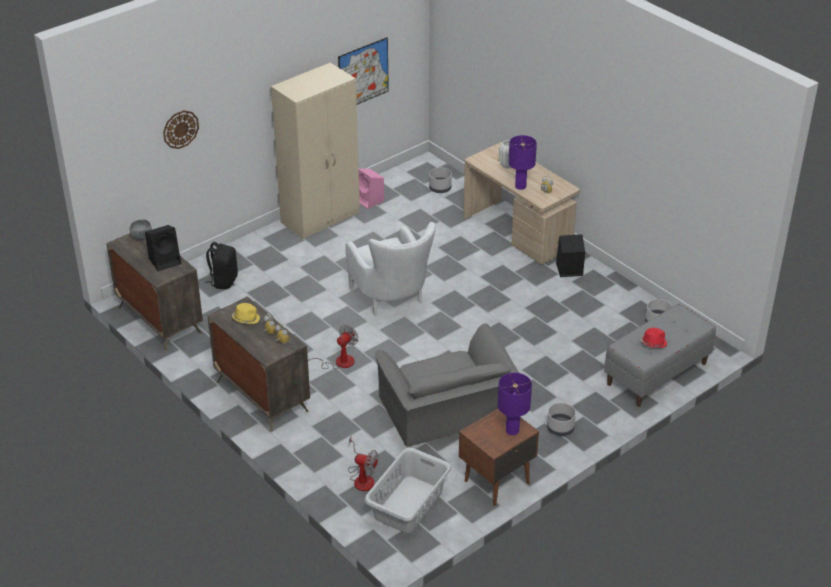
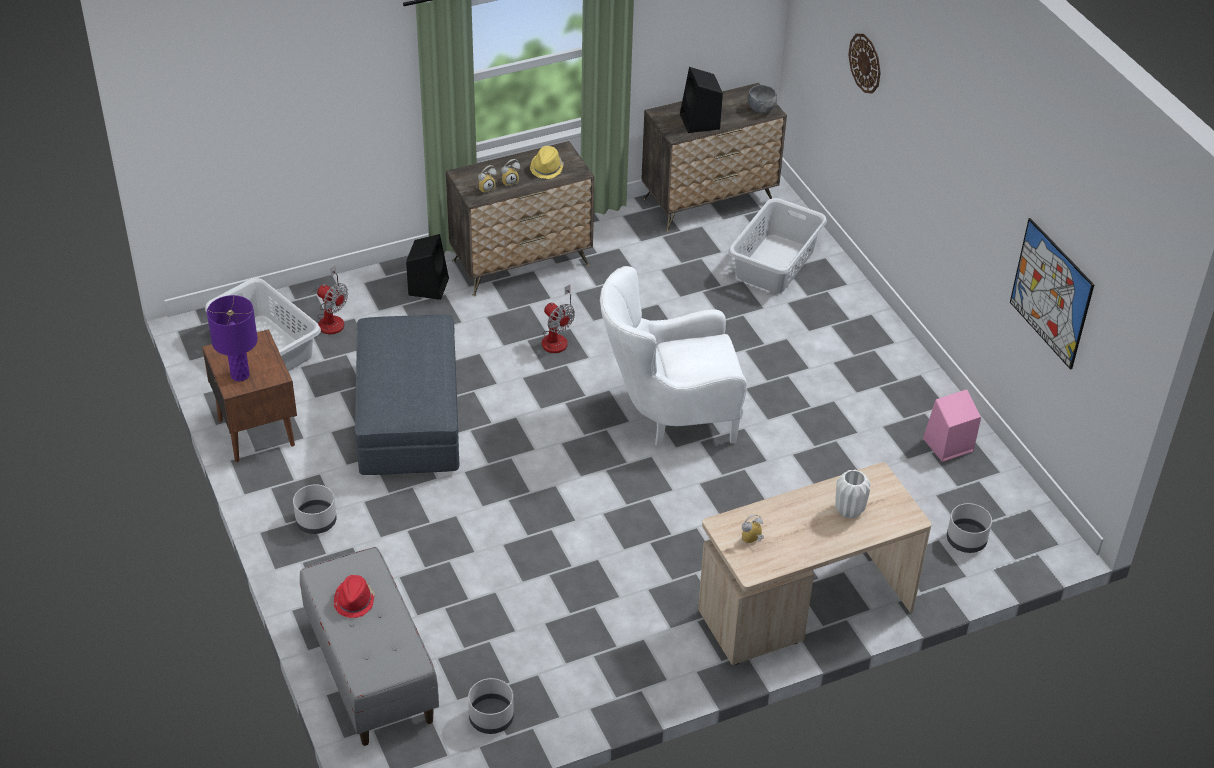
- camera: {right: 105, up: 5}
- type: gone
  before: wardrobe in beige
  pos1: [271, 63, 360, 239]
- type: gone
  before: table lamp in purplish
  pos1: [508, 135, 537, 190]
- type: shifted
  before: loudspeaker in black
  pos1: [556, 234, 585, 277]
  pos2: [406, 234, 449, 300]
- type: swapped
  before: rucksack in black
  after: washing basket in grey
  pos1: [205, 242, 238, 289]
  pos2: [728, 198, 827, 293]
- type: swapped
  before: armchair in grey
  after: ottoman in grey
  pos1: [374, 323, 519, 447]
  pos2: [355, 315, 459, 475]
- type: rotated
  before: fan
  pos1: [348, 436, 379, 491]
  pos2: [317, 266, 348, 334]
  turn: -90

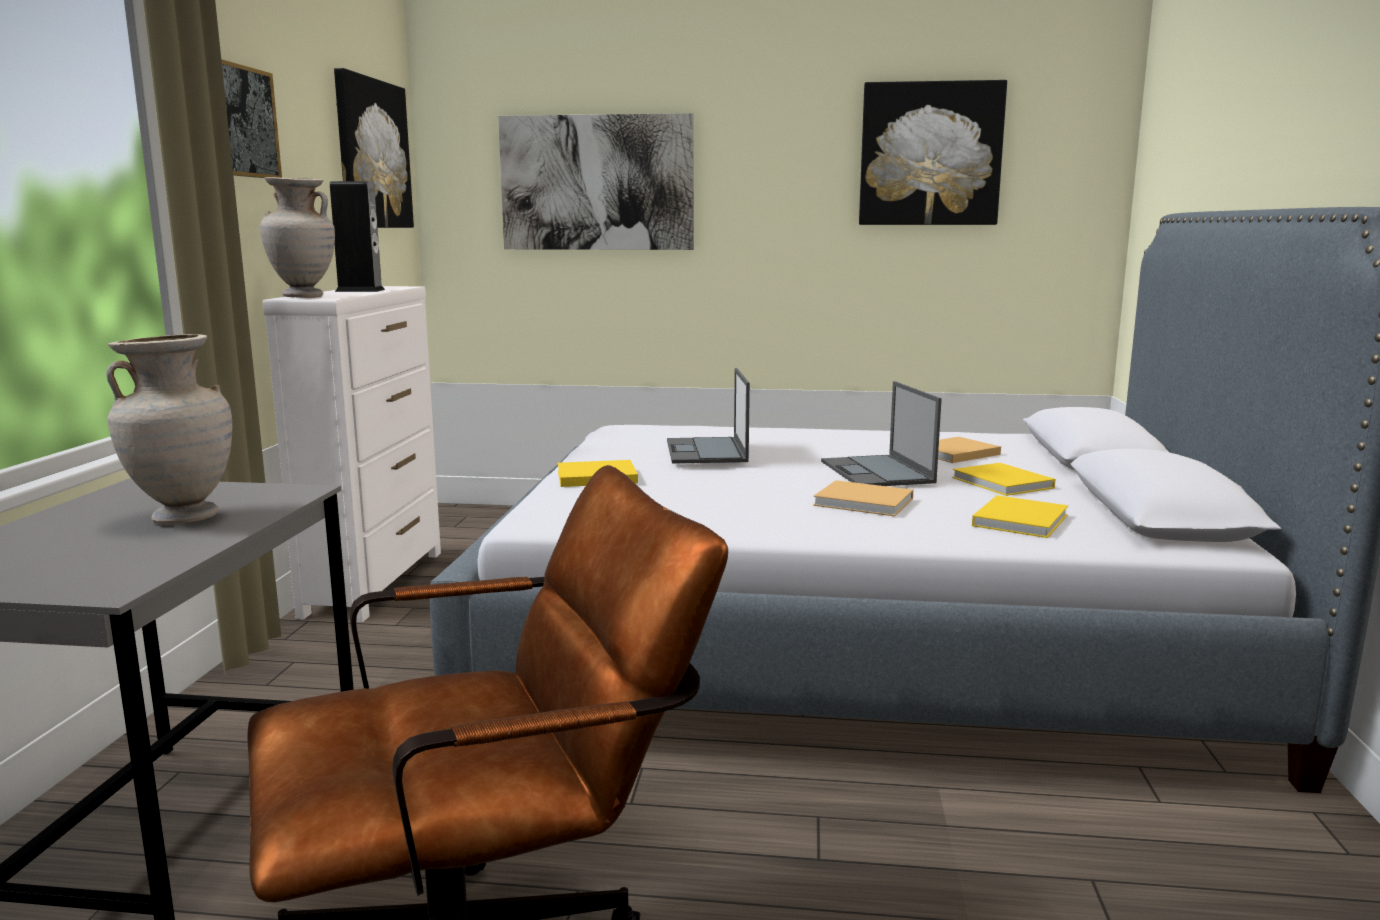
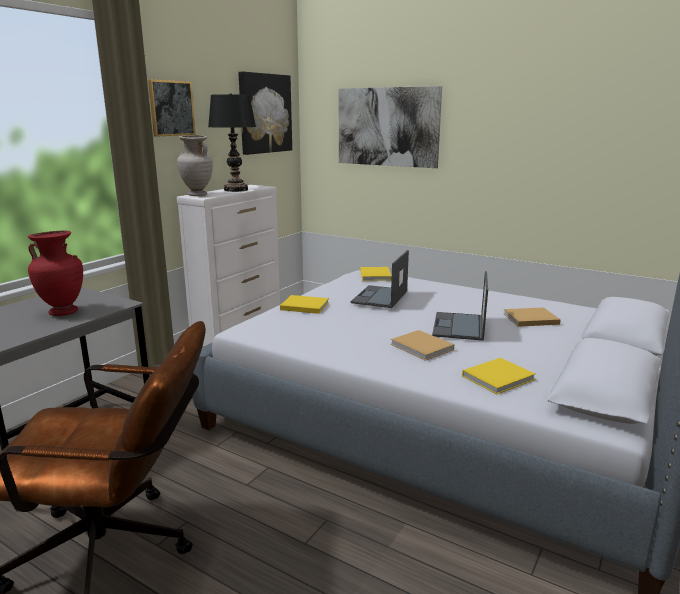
- camera: {right: 25, up: 5}
- type: gone
  before: picture
  pos1: [859, 80, 1007, 225]
- type: swapped
  before: loudspeaker
  after: table lamp in black
  pos1: [330, 181, 385, 292]
  pos2: [208, 93, 256, 192]
- type: repainted
  before: vase in beige
  after: vase in red-coloured
  pos1: [106, 334, 232, 524]
  pos2: [28, 231, 83, 316]
- type: shifted
  before: volume in yellowish
  pos1: [952, 463, 1055, 496]
  pos2: [360, 267, 392, 281]

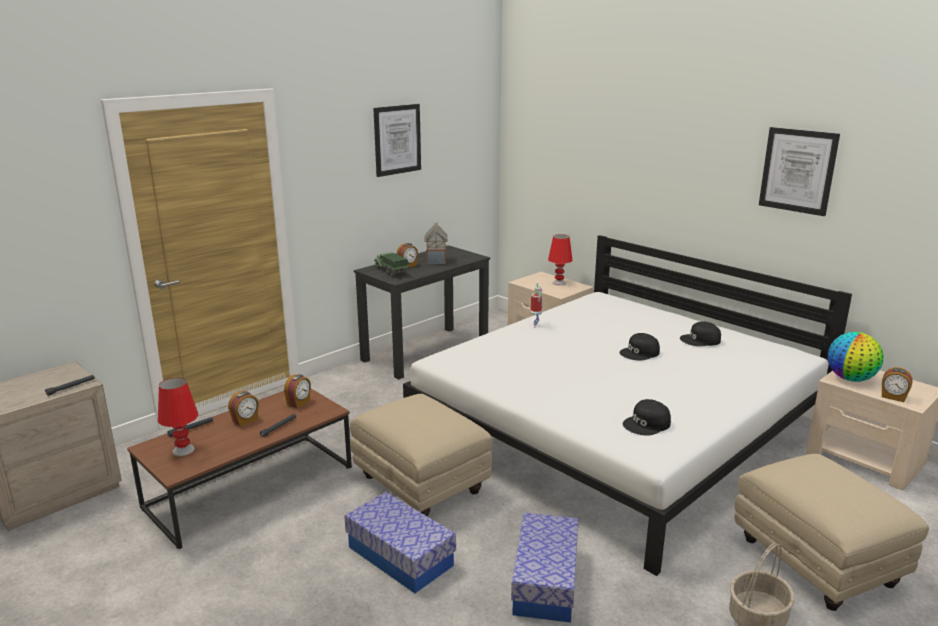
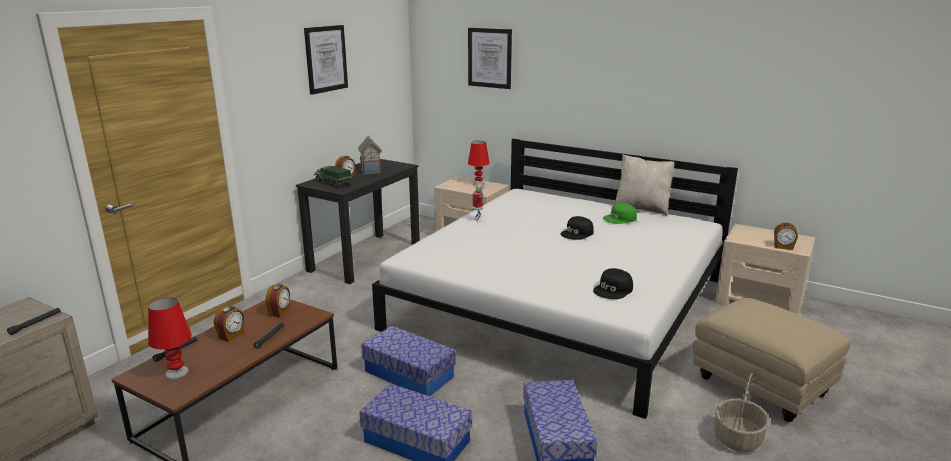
- camera: {right: -15, up: 0}
- type: shifted
  before: picture
  pos1: [759, 127, 840, 216]
  pos2: [468, 28, 512, 89]
- type: repainted
  before: peaked cap in black
  after: peaked cap in green
  pos1: [680, 321, 721, 346]
  pos2: [603, 203, 637, 224]
- type: gone
  before: globe
  pos1: [828, 332, 883, 382]
- type: swapped
  before: ottoman in beige
  after: storage container
  pos1: [350, 394, 493, 517]
  pos2: [361, 326, 456, 396]
- type: new
  after: cushion in beige
  pos2: [614, 154, 676, 216]

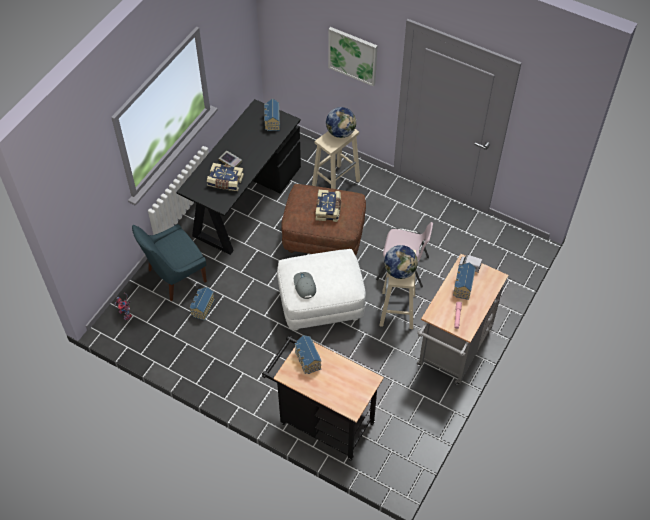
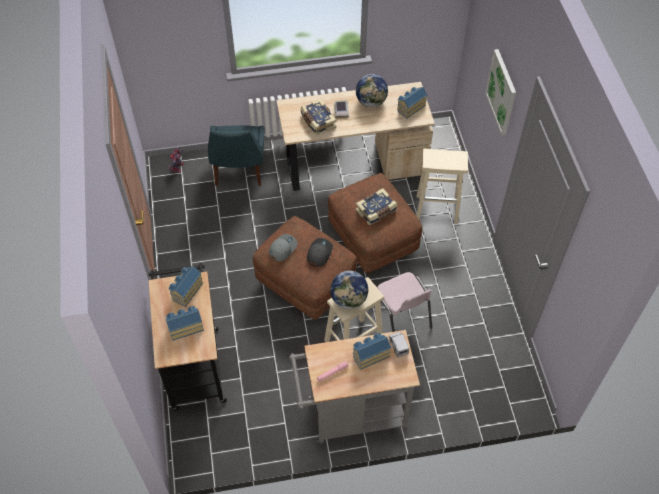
- camera: {right: 50, up: 0}
- type: repainted
  before: desk in black
  after: desk in beige
  pos1: [176, 99, 301, 255]
  pos2: [276, 82, 435, 191]
- type: shifted
  before: globe
  pos1: [326, 107, 357, 138]
  pos2: [356, 74, 388, 107]
- type: rotated
  before: chair in blue
  pos1: [132, 224, 207, 301]
  pos2: [208, 125, 265, 186]
  turn: -105
- type: repainted
  before: ottoman in whitish
  after: ottoman in brown
  pos1: [277, 249, 366, 331]
  pos2: [253, 216, 357, 320]
- type: shifted
  before: toy house
  pos1: [190, 287, 215, 321]
  pos2: [165, 306, 204, 341]
- type: new
  after: peaked cap in grey
  pos2: [307, 238, 333, 267]

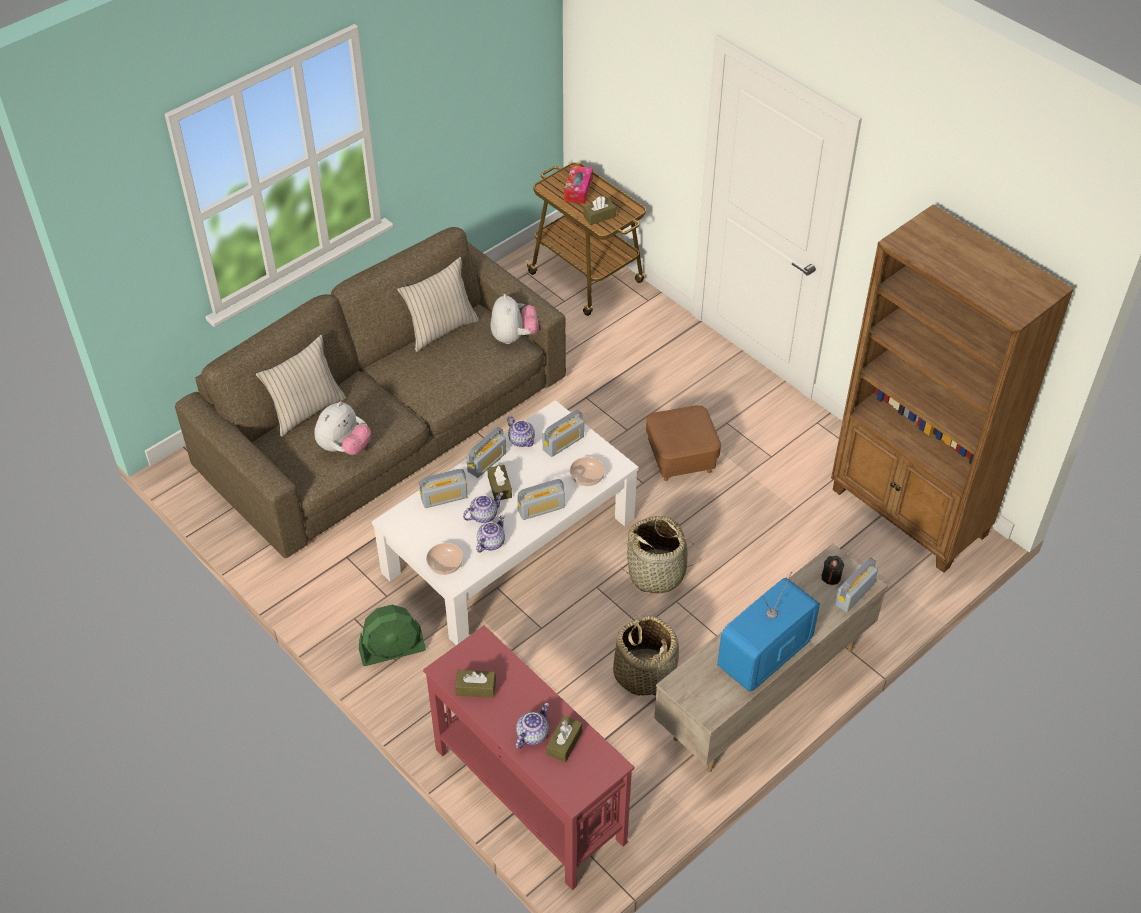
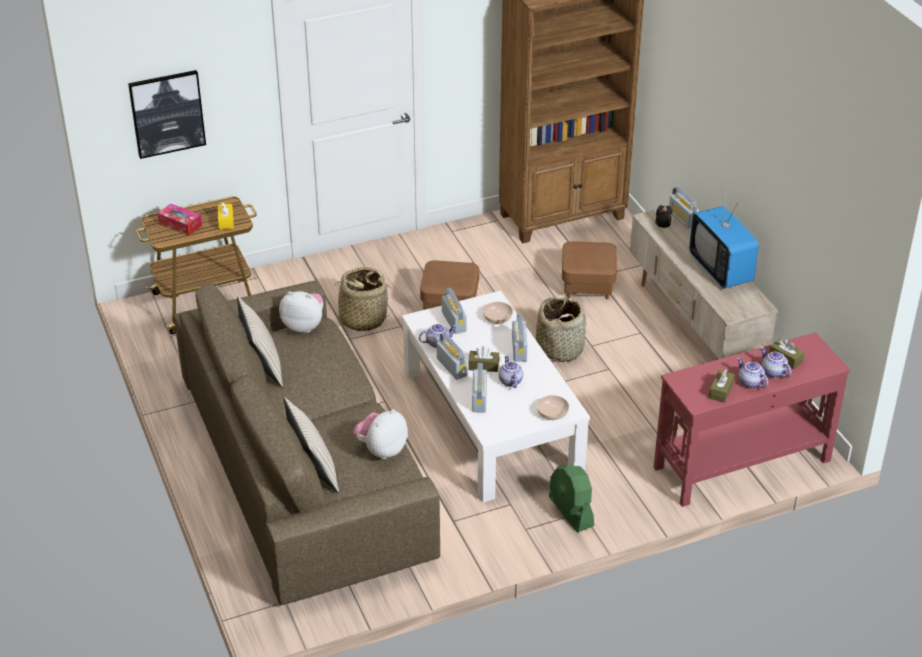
- camera: {right: -70, up: -10}
- type: repainted
  before: box of tissues in brown
  after: box of tissues in yellowish
  pos1: [584, 196, 616, 225]
  pos2: [218, 202, 234, 230]
- type: rotated
  before: soft toy
  pos1: [314, 401, 371, 455]
  pos2: [353, 409, 408, 459]
  turn: -105
- type: shifted
  before: tea pot
  pos1: [476, 515, 505, 553]
  pos2: [737, 357, 768, 388]
- type: rotated
  before: fan in green
  pos1: [359, 605, 426, 666]
  pos2: [549, 465, 594, 532]
  turn: 150
- type: shifted
  before: storage basket
  pos1: [613, 615, 679, 696]
  pos2: [327, 267, 394, 331]
- type: new
  after: picture
  pos2: [128, 70, 206, 159]
- type: new
  after: ottoman in brown
  pos2: [562, 241, 617, 300]

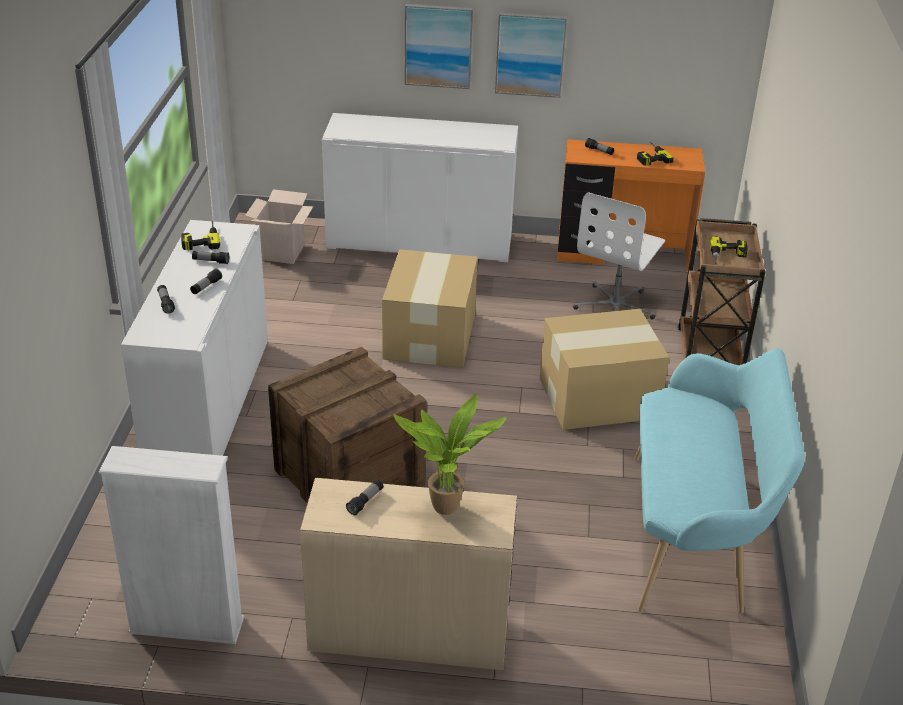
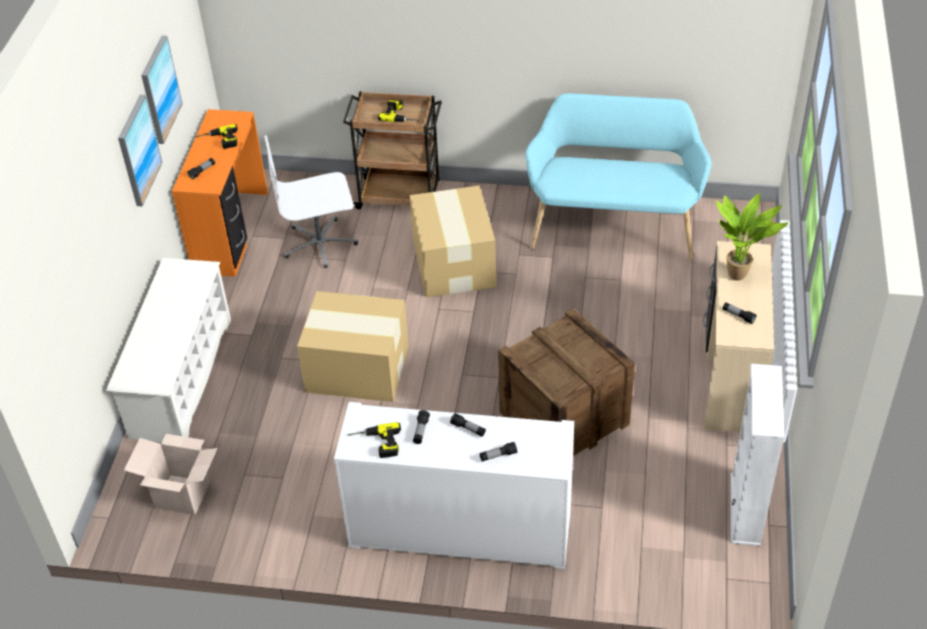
- camera: {right: -85, up: 10}
- type: shifted
  before: picture
  pos1: [405, 4, 473, 89]
  pos2: [141, 35, 183, 144]
- type: swapped
  before: cupboard in whitish
  after: shoe rack in whitish
  pos1: [322, 113, 518, 262]
  pos2: [107, 258, 231, 442]
- type: rotated
  before: computer chair in whitish
  pos1: [573, 193, 665, 320]
  pos2: [264, 135, 358, 269]
  turn: 135

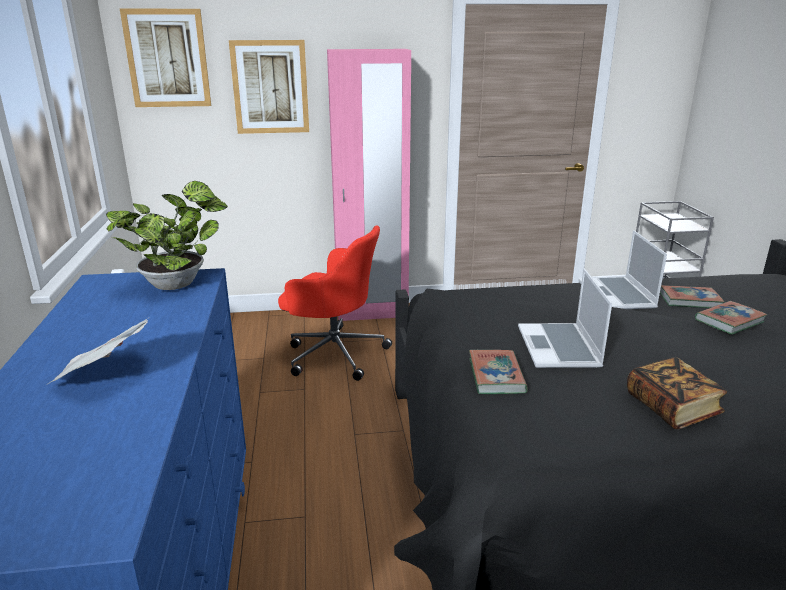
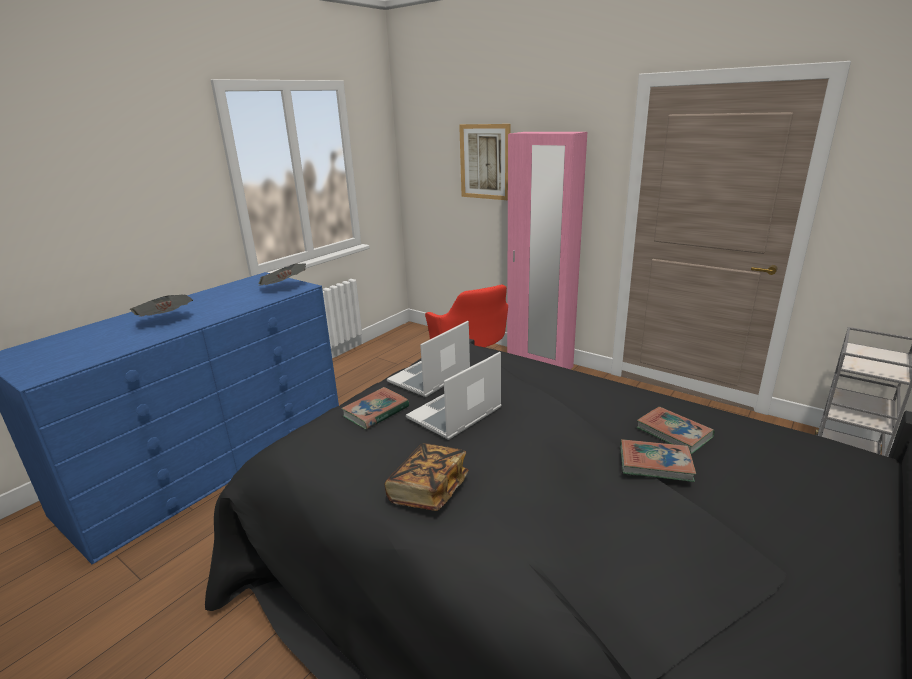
- camera: {right: 45, up: 0}
- type: gone
  before: picture
  pos1: [120, 9, 211, 107]
- type: swapped
  before: houseplant
  after: printed paper
  pos1: [106, 181, 228, 290]
  pos2: [259, 263, 306, 286]
- type: shifted
  before: portable computer
  pos1: [578, 230, 667, 309]
  pos2: [387, 321, 470, 397]

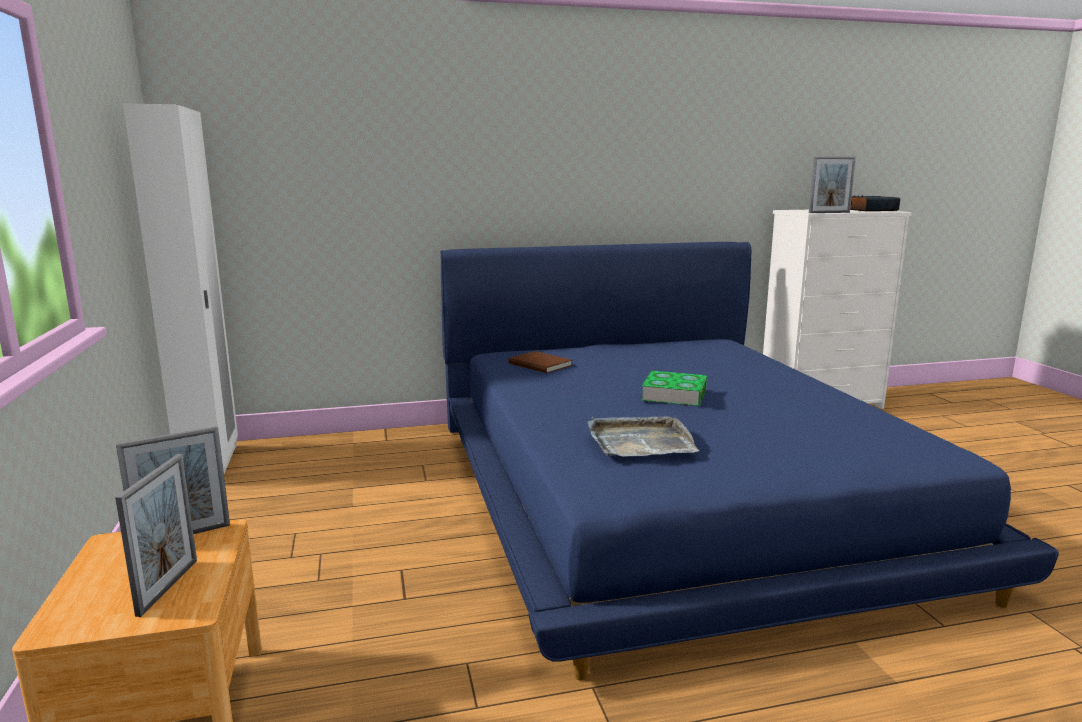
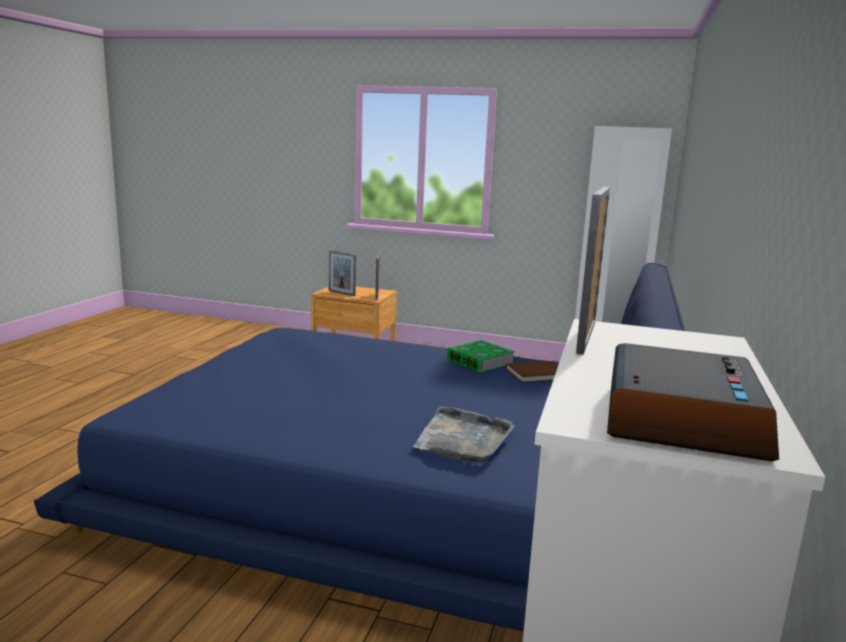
- camera: {right: 120, up: 0}
- type: shifted
  before: volume
  pos1: [641, 371, 707, 406]
  pos2: [447, 340, 515, 373]
- type: shifted
  before: tray in grey
  pos1: [588, 416, 699, 457]
  pos2: [413, 406, 515, 463]

